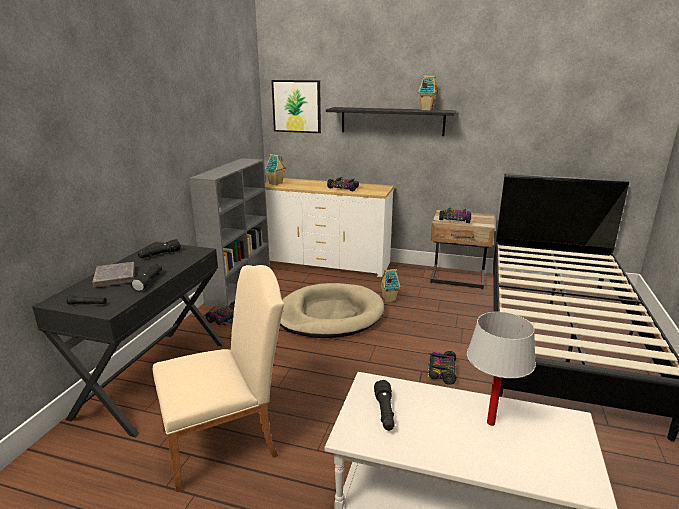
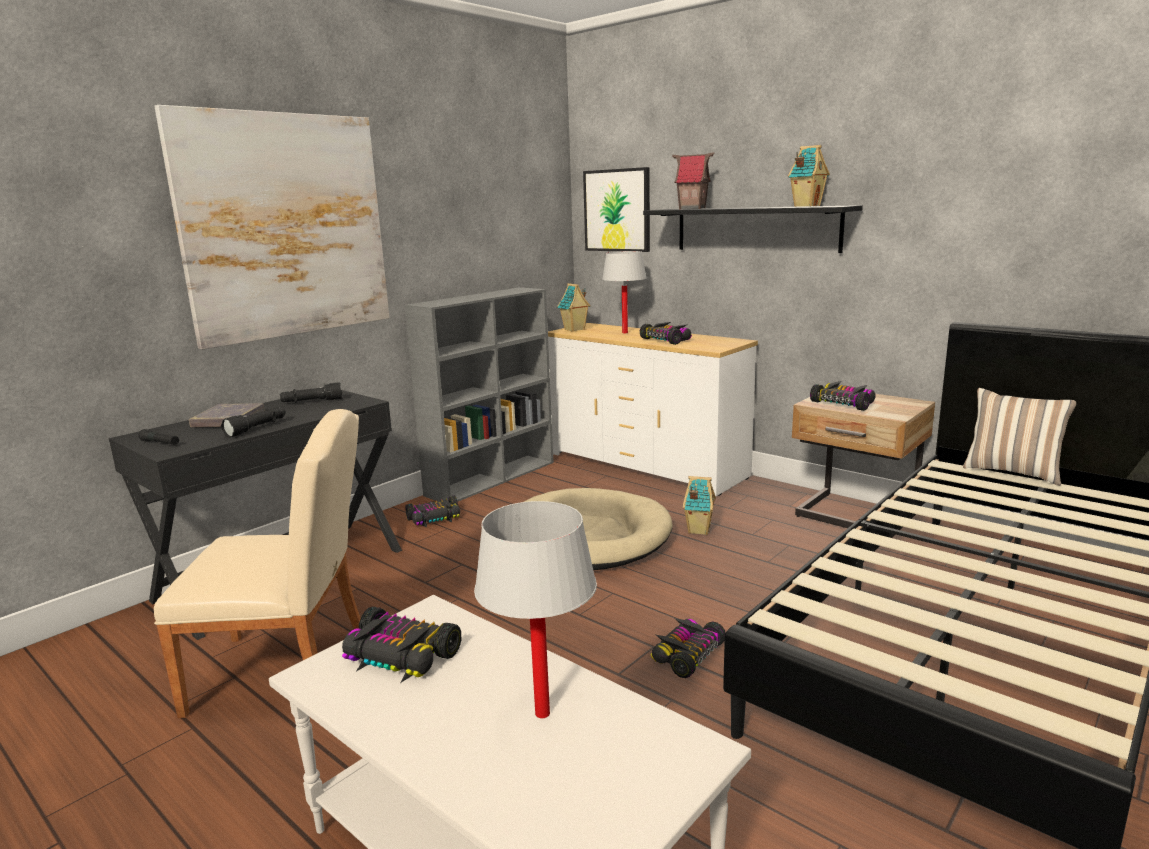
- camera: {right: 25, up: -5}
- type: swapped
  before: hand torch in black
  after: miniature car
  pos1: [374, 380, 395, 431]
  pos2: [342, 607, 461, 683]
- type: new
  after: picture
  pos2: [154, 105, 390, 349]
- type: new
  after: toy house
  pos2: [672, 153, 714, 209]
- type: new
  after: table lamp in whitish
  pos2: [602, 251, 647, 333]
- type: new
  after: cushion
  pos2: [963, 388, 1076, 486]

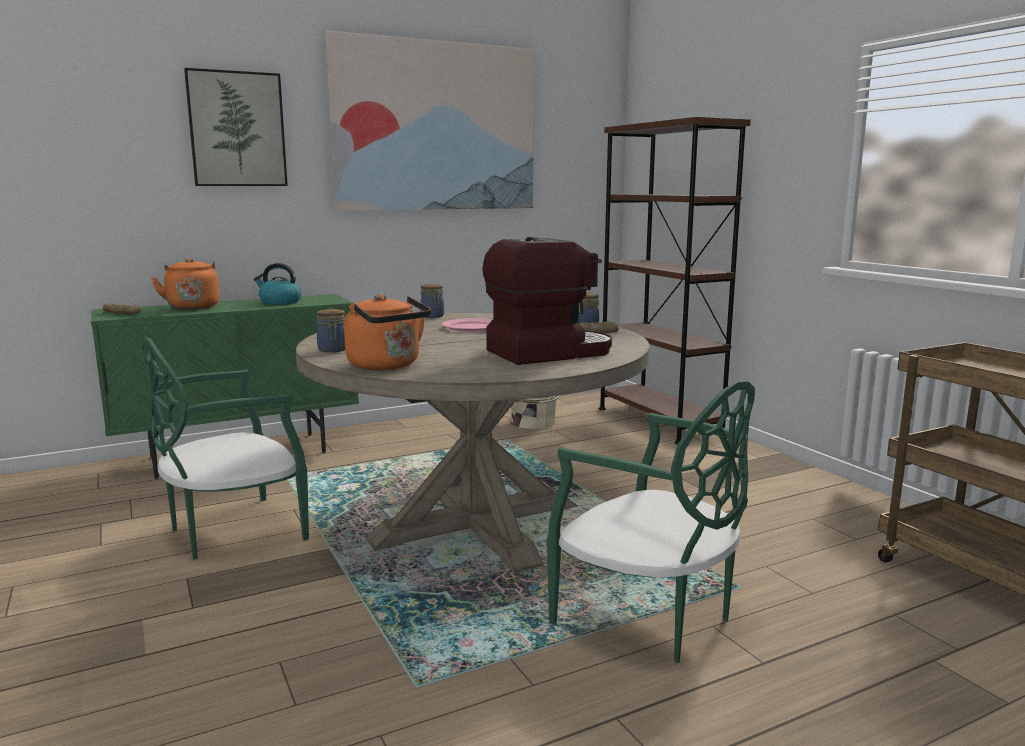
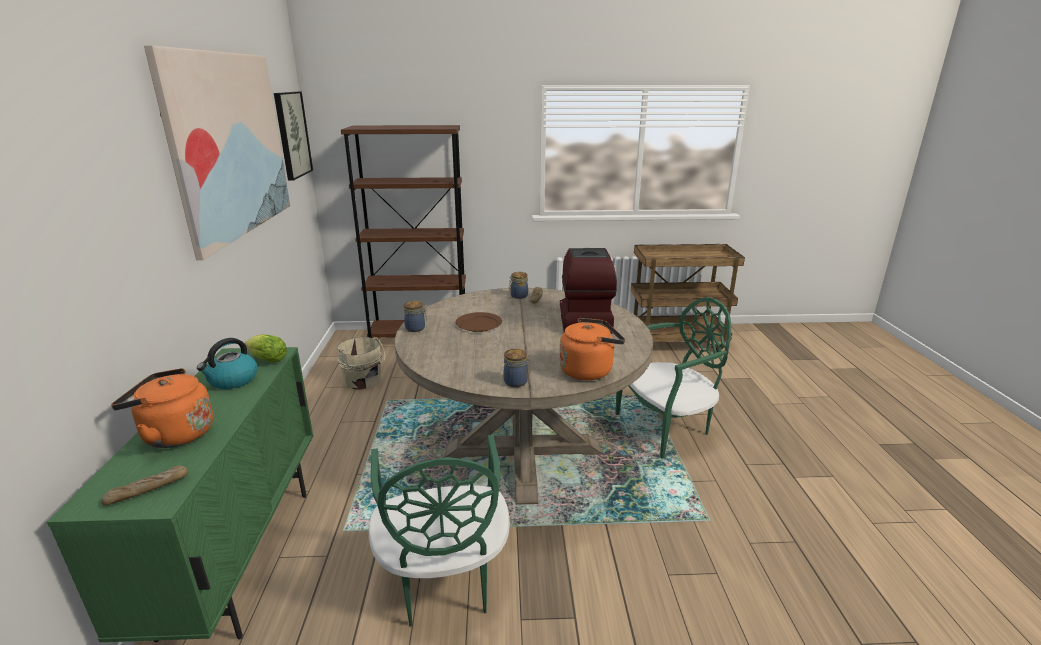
- camera: {right: -65, up: 10}
- type: shifted
  before: picture
  pos1: [184, 68, 288, 186]
  pos2: [274, 92, 313, 181]
- type: repainted
  before: flat dish in pinkish
  after: flat dish in brown
  pos1: [442, 318, 493, 332]
  pos2: [456, 312, 502, 332]
- type: new
  after: lettuce head
  pos2: [244, 334, 287, 363]

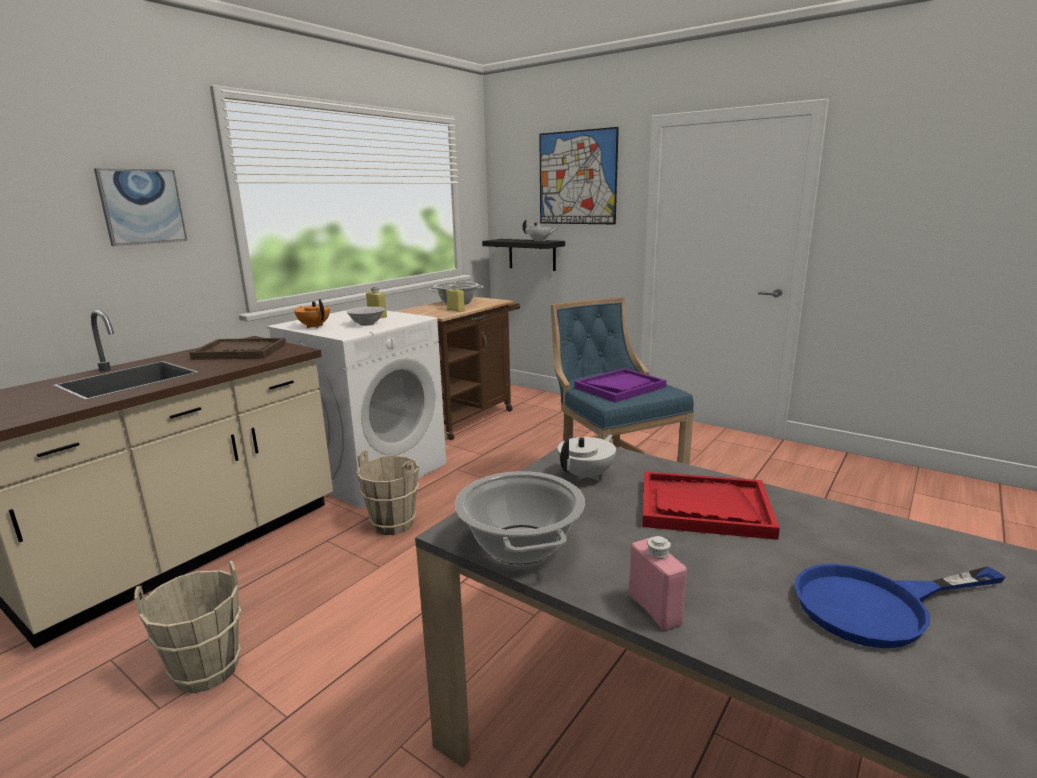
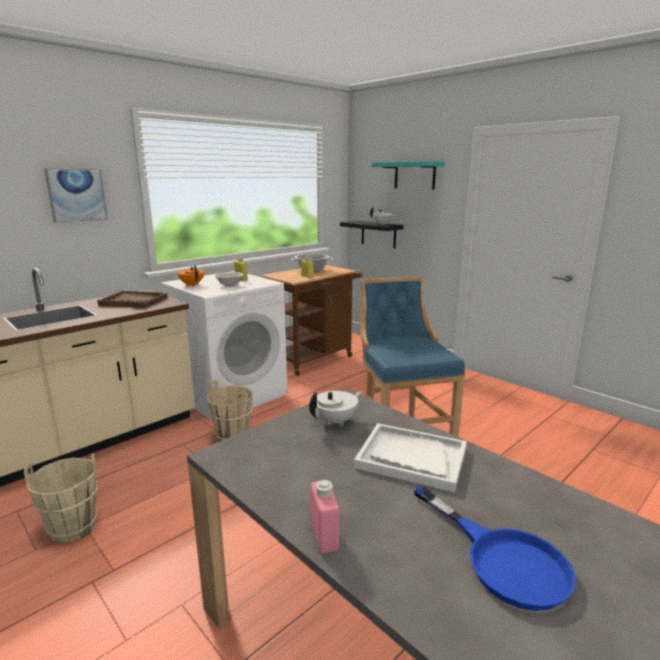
- camera: {right: 10, up: 0}
- type: swapped
  before: picture
  after: shelf in turquoise-coloured
  pos1: [539, 127, 619, 224]
  pos2: [372, 161, 445, 190]
- type: gone
  before: tray in purplish
  pos1: [575, 368, 666, 403]
- type: gone
  before: stockpot
  pos1: [455, 471, 585, 564]
- type: repainted
  before: tray in red-coloured
  after: tray in whitish
  pos1: [642, 471, 780, 540]
  pos2: [354, 423, 467, 492]
- type: rotated
  before: skillet in blue
  pos1: [795, 564, 1006, 648]
  pos2: [414, 486, 576, 611]
  turn: -120

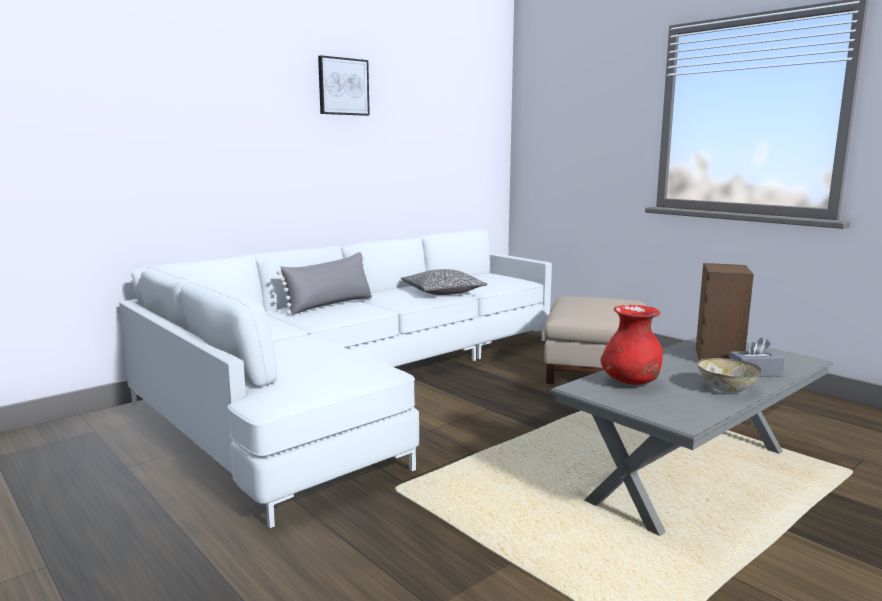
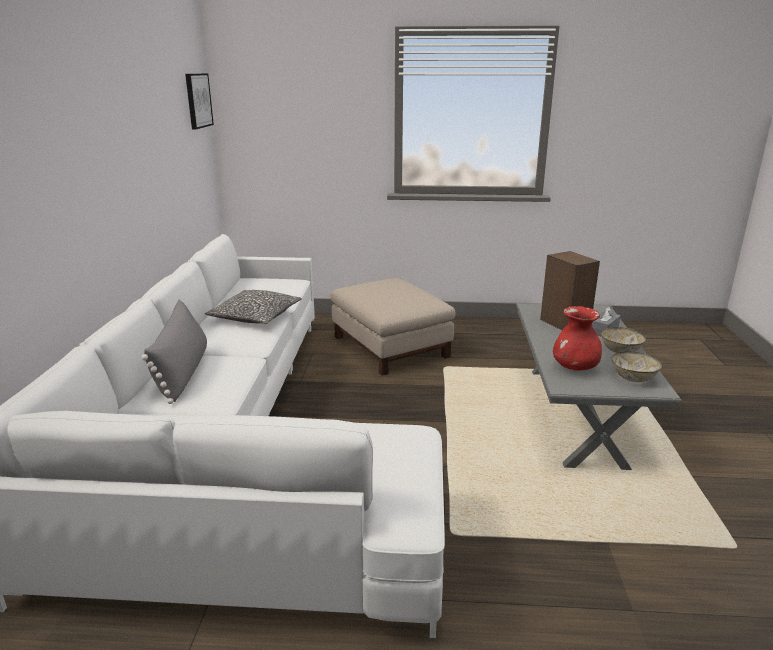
- camera: {right: -45, up: 10}
- type: shifted
  before: picture
  pos1: [318, 55, 370, 116]
  pos2: [185, 73, 214, 129]
- type: new
  after: bowl
  pos2: [612, 351, 662, 382]

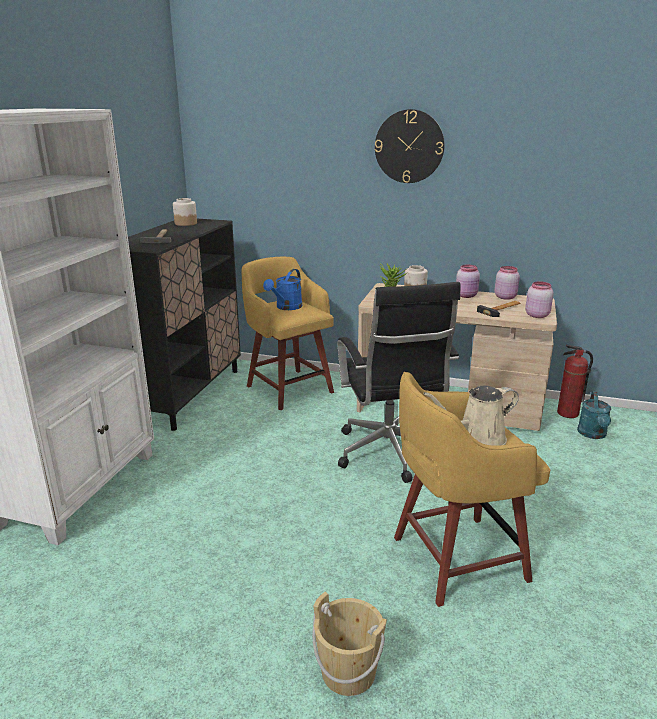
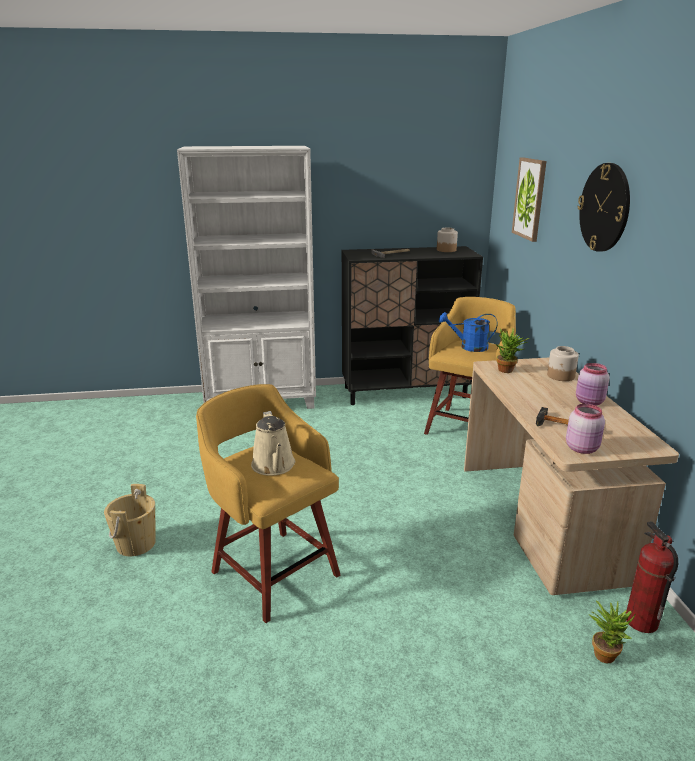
- camera: {right: 65, up: 0}
- type: gone
  before: storage jar in pinkish
  pos1: [495, 266, 520, 300]
- type: gone
  before: computer chair in black
  pos1: [337, 282, 461, 483]
- type: rotated
  before: sprinkling can in beige
  pos1: [423, 385, 519, 446]
  pos2: [251, 411, 295, 476]
  turn: -150
- type: swapped
  before: sprinkling can in turquoise-coloured
  after: houseplant
  pos1: [577, 391, 611, 439]
  pos2: [588, 601, 636, 663]
- type: new
  after: picture
  pos2: [512, 158, 546, 242]

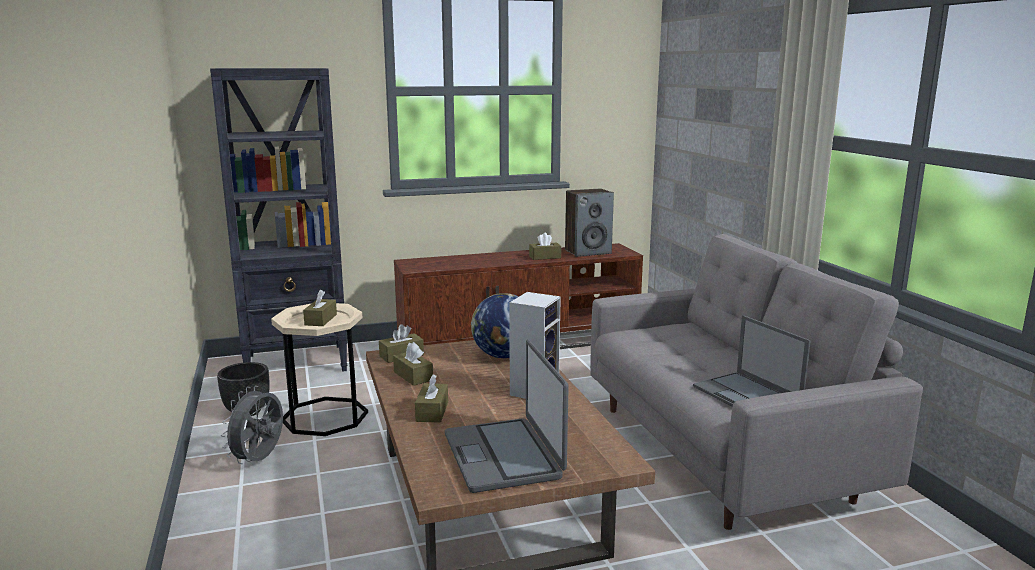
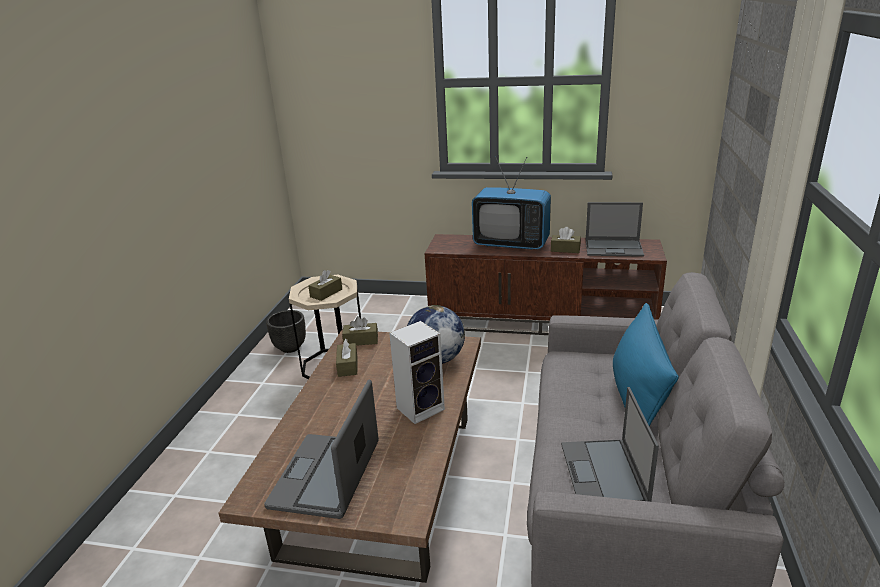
- camera: {right: 30, up: 10}
- type: gone
  before: bookcase in black
  pos1: [210, 68, 348, 372]
- type: swapped
  before: loudspeaker
  after: portable computer
  pos1: [565, 189, 614, 257]
  pos2: [586, 202, 644, 257]
- type: gone
  before: box of tissues in brown
  pos1: [415, 374, 448, 423]
- type: gone
  before: fan in grey
  pos1: [221, 386, 283, 464]
- type: new
  after: TV
  pos2: [472, 156, 551, 250]
- type: new
  after: cushion in blue
  pos2: [613, 303, 679, 426]

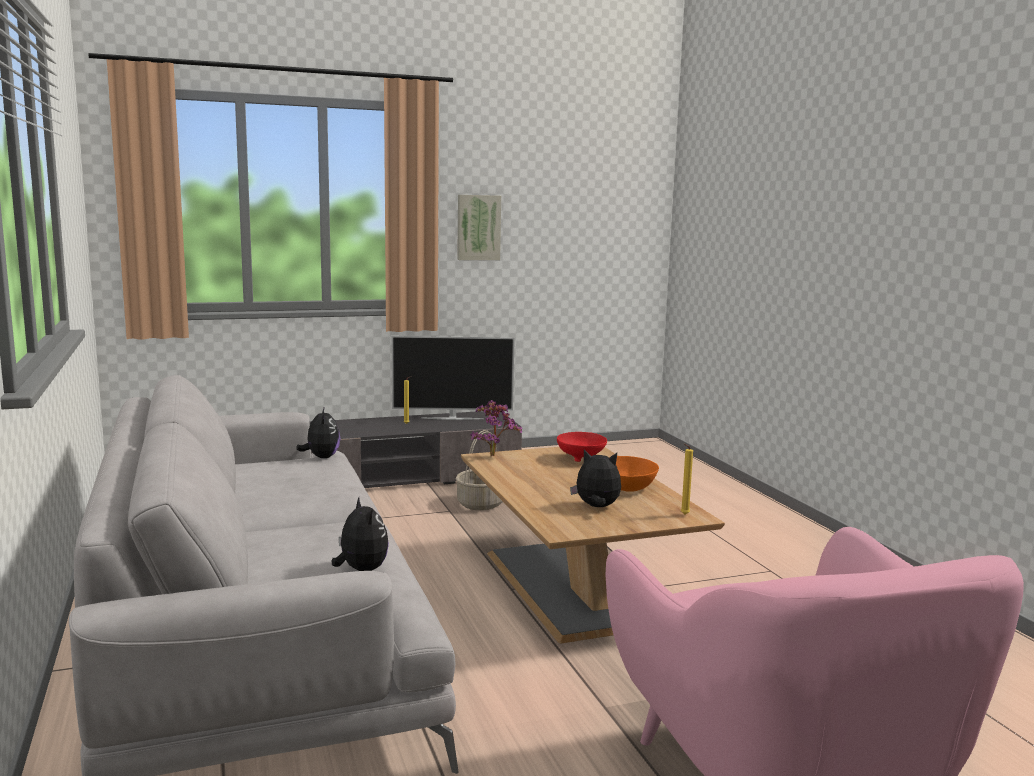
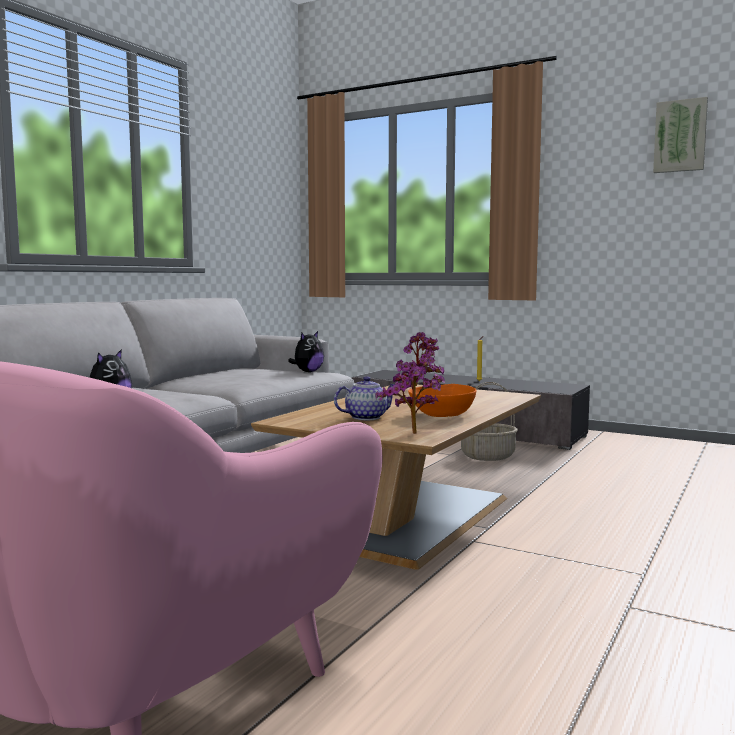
- camera: {right: 50, up: -5}
- type: shifted
  before: picture
  pos1: [457, 195, 501, 260]
  pos2: [653, 97, 708, 173]
- type: gone
  before: TV
  pos1: [392, 336, 515, 420]
- type: gone
  before: bowl in red-coloured
  pos1: [557, 432, 607, 462]
- type: swapped
  before: wax light in yellowish
  after: houseplant
  pos1: [681, 444, 693, 515]
  pos2: [376, 357, 445, 434]
- type: swapped
  before: soft toy
  after: tea pot
  pos1: [570, 449, 621, 507]
  pos2: [334, 376, 395, 420]

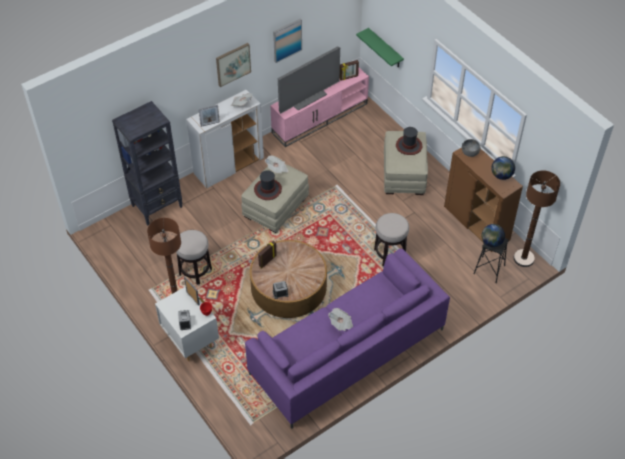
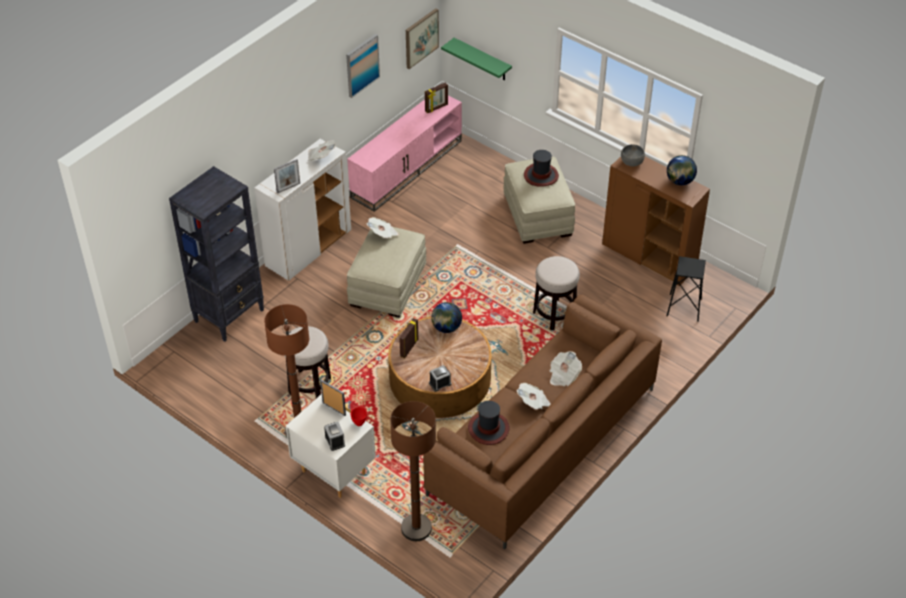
- camera: {right: -15, up: -5}
- type: shifted
  before: picture
  pos1: [216, 43, 251, 87]
  pos2: [406, 8, 439, 69]
- type: gone
  before: TV
  pos1: [278, 46, 340, 114]
- type: shifted
  before: clothing hat
  pos1: [254, 170, 282, 200]
  pos2: [468, 401, 509, 445]
- type: shifted
  before: standing lamp in brown
  pos1: [514, 170, 560, 267]
  pos2: [390, 401, 436, 541]
- type: shifted
  before: globe
  pos1: [482, 224, 505, 247]
  pos2: [431, 302, 462, 333]
- type: repainted
  before: sofa in purplish
  after: sofa in brown
  pos1: [245, 249, 450, 428]
  pos2: [423, 295, 662, 549]
- type: new
  after: printed paper
  pos2: [550, 351, 582, 386]

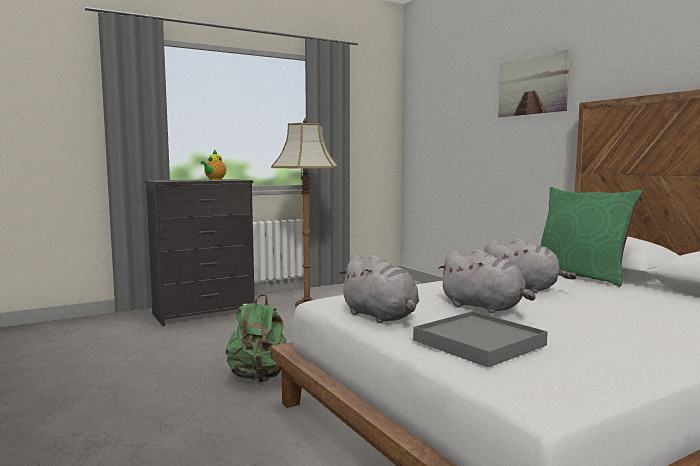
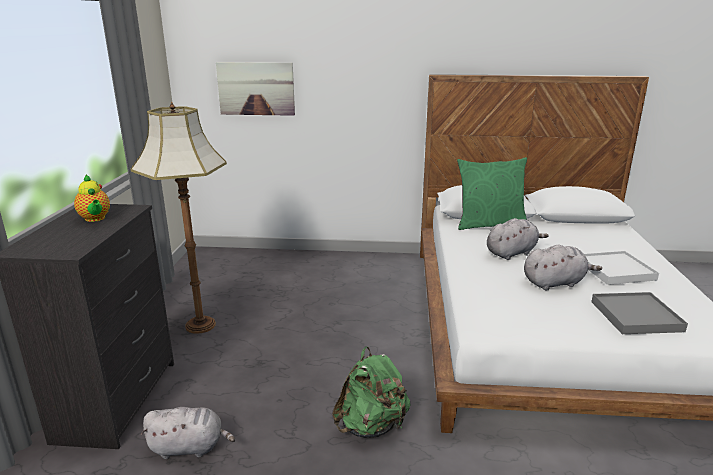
- camera: {right: -55, up: 15}
- type: shifted
  before: picture
  pos1: [498, 49, 570, 117]
  pos2: [216, 62, 295, 116]
- type: shifted
  before: soft toy in grey
  pos1: [339, 255, 419, 323]
  pos2: [141, 407, 235, 459]
- type: new
  after: tray in whitish
  pos2: [584, 251, 659, 285]

